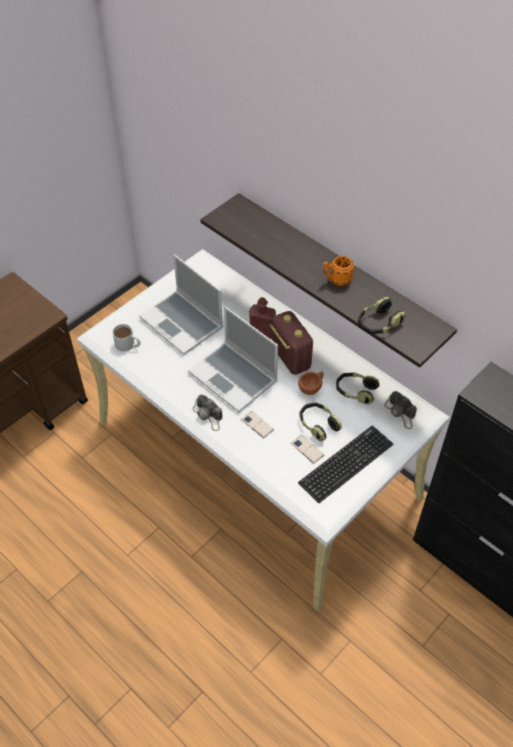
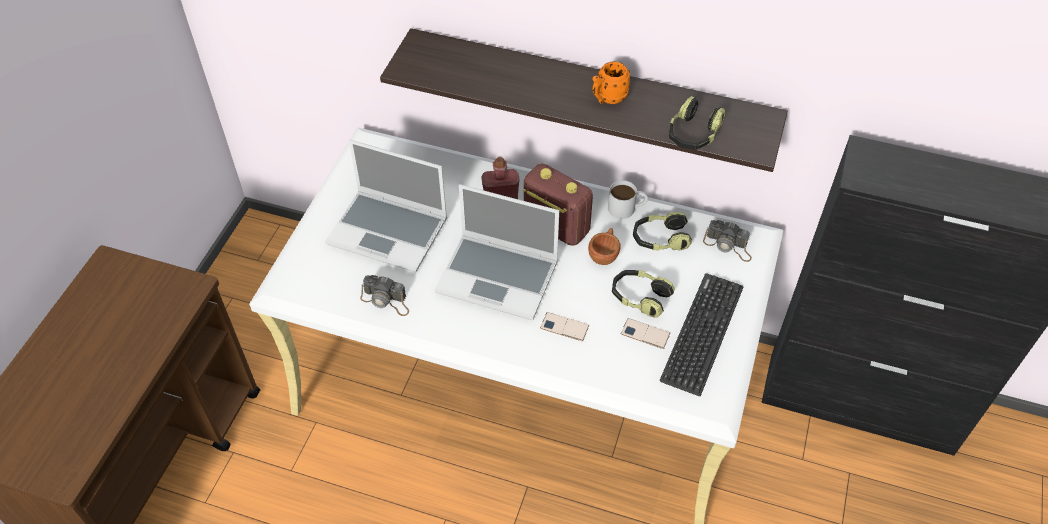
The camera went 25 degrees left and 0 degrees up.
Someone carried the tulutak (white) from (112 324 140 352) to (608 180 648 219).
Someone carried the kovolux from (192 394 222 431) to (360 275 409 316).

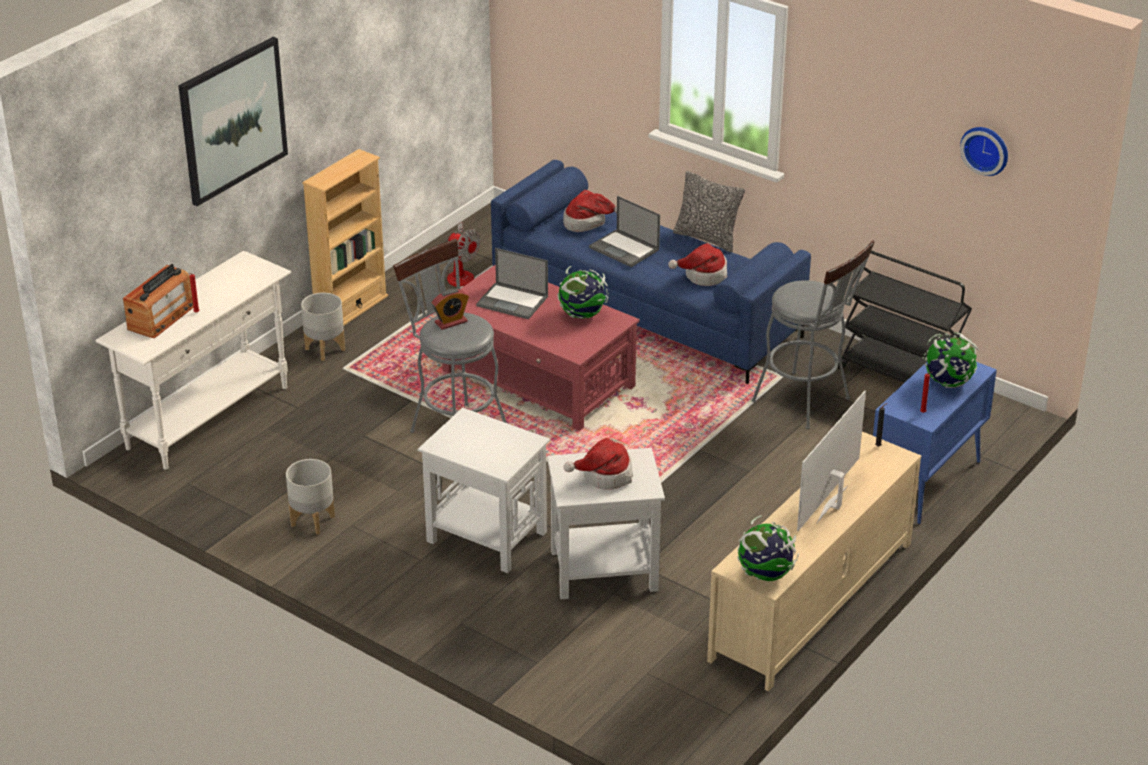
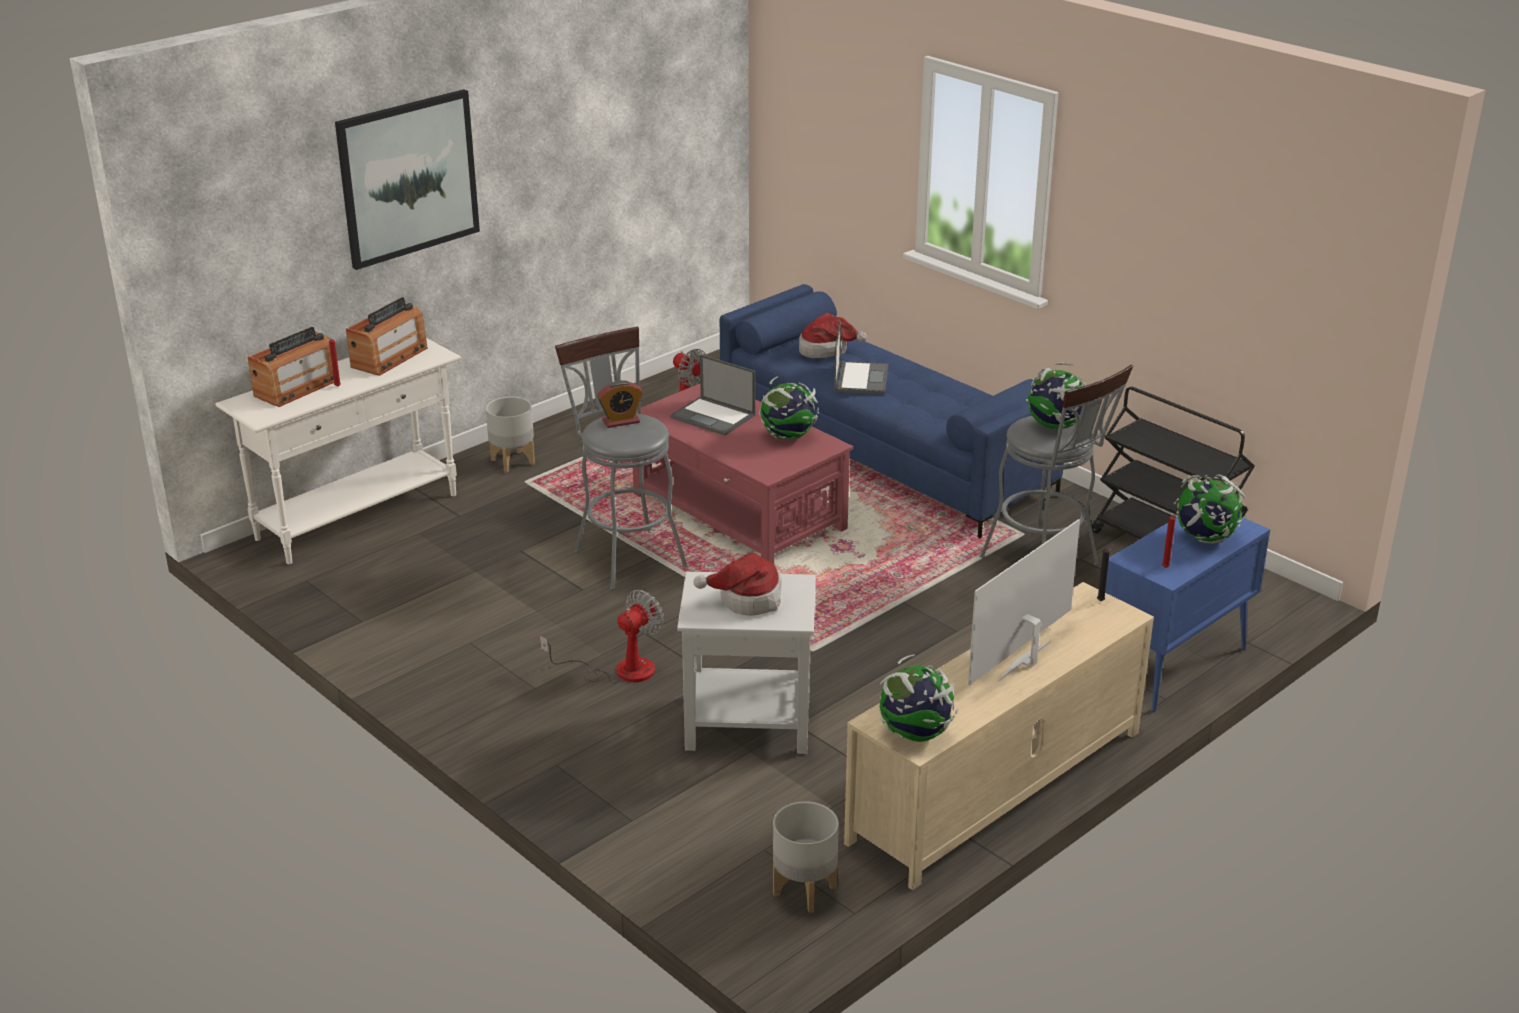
The camera went 10 degrees right and 5 degrees down.
Someone took away the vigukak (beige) at (302 149 388 326).
Someone took away the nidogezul at (668 243 727 286).
Someone took away the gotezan at (673 171 745 252).
Someone took away the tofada at (960 127 1008 176).
Someone put down the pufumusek at (346 297 428 376).
Someone put down the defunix at (1026 363 1086 429).
Someone carried the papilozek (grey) from (286 459 335 535) to (773 801 839 913).
Someone swapped the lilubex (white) at (417 408 550 573) for the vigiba at (540 590 664 684).
Someone rotated the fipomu at (589 196 660 267) by 135 degrees counterclockwise.

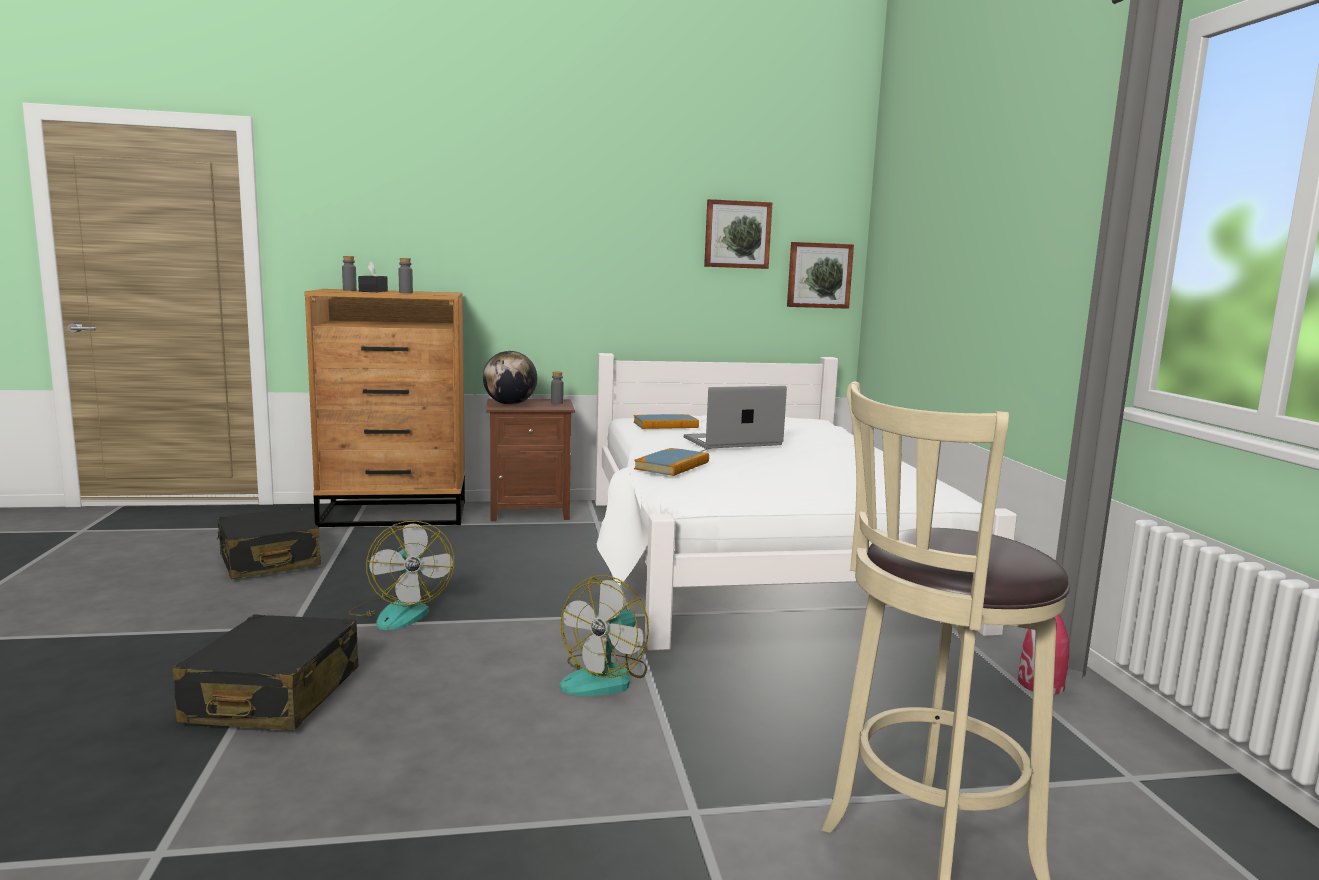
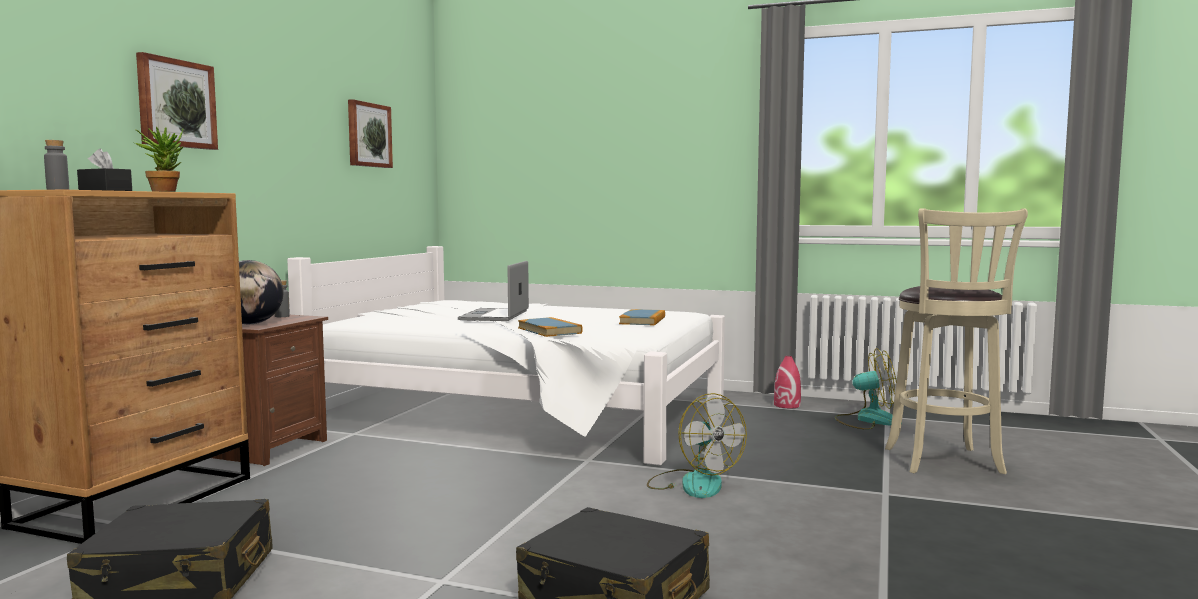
The camera went 60 degrees left and 5 degrees down.
Someone carried the vigiba from (348 521 454 630) to (835 348 897 430).
Someone carried the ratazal from (634 414 699 429) to (619 309 665 326).
Someone carried the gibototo from (787 242 854 309) to (136 52 218 150).
Someone swapped the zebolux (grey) at (399 258 413 294) for the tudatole at (134 126 184 192).

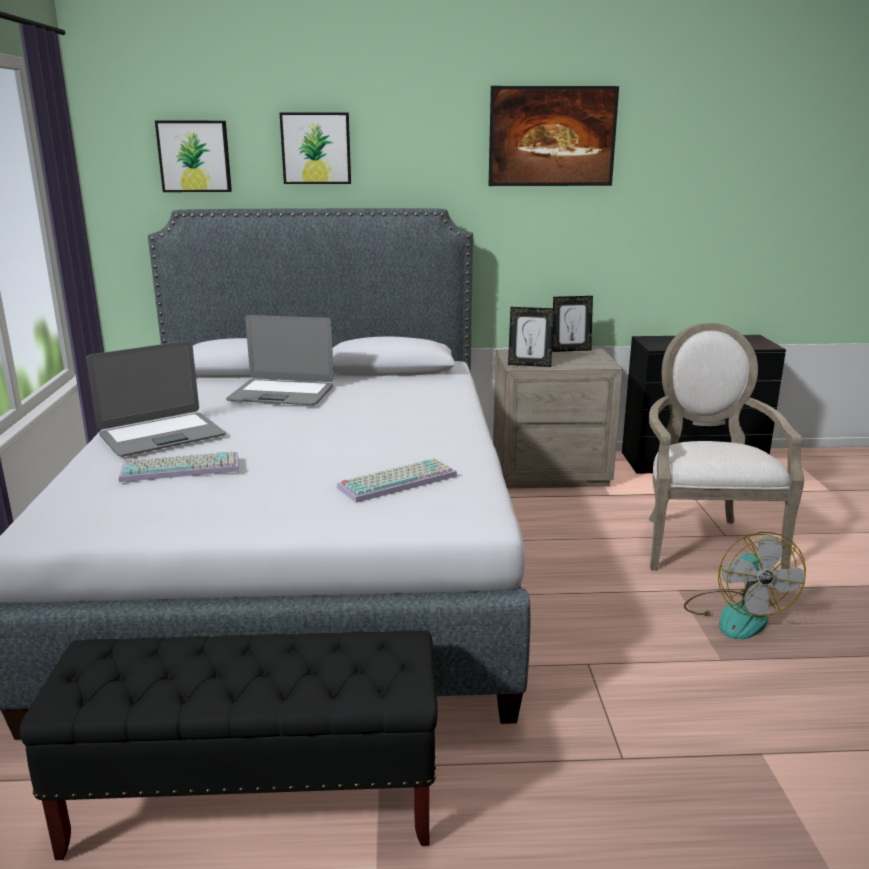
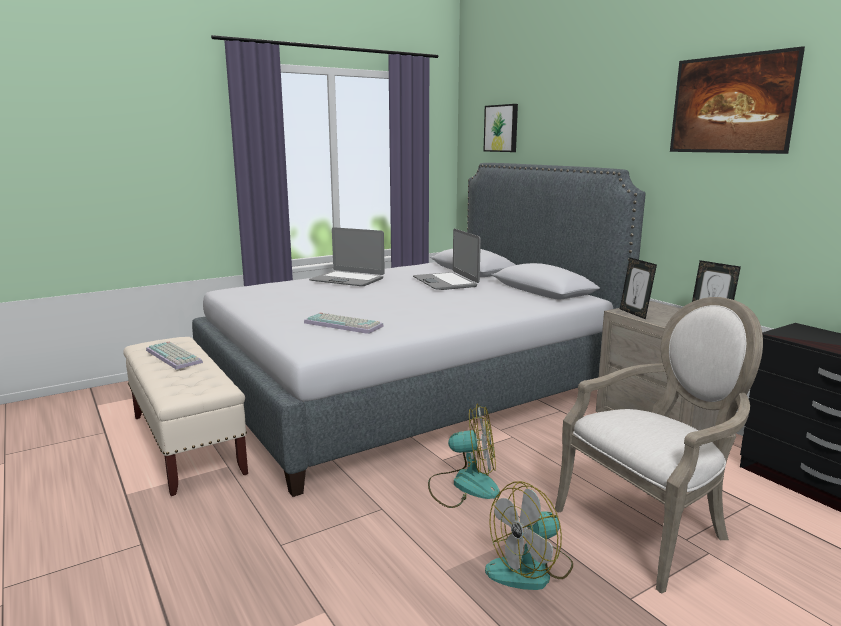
The camera went 60 degrees right and 5 degrees down.
Someone took away the gibototo at (280 113 351 184).
Someone put down the vigiba at (428 404 500 508).
Someone carried the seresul from (119 451 239 482) to (146 341 203 370).
Someone repainted the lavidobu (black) at (20 630 438 860), which became the lavidobu (beige) at (123 337 248 496).

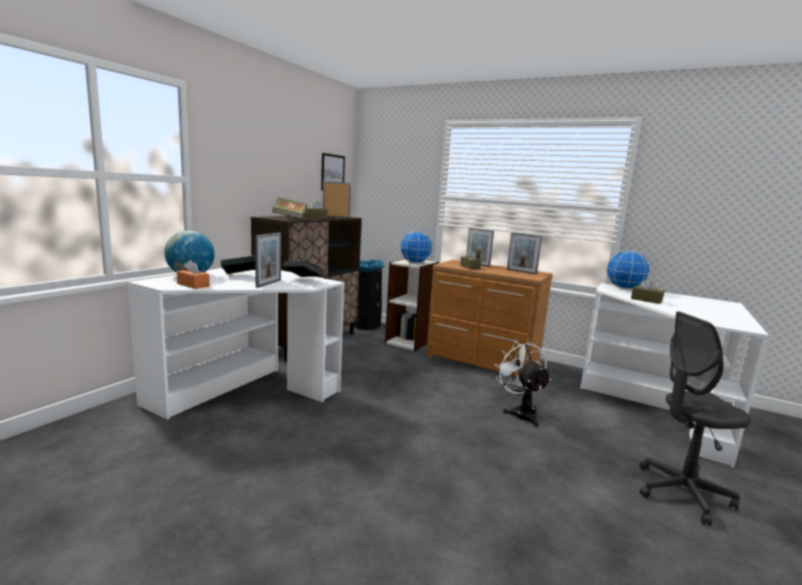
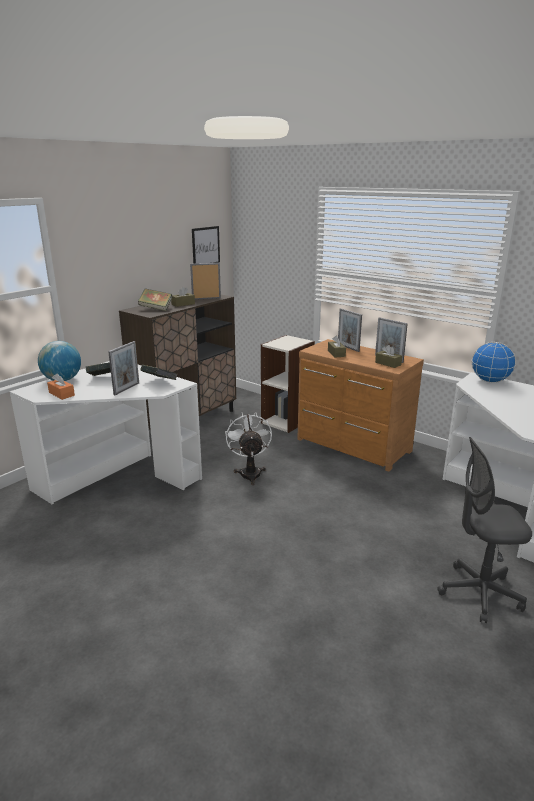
The camera went 10 degrees right and 10 degrees up.
Someone took away the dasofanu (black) at (354 260 385 330).
Someone took away the defunix at (400 231 432 263).
Someone carried the vigiba (white) from (494 341 551 427) to (225 412 272 485).
Someone carried the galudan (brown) from (631 278 664 304) to (375 345 402 368).

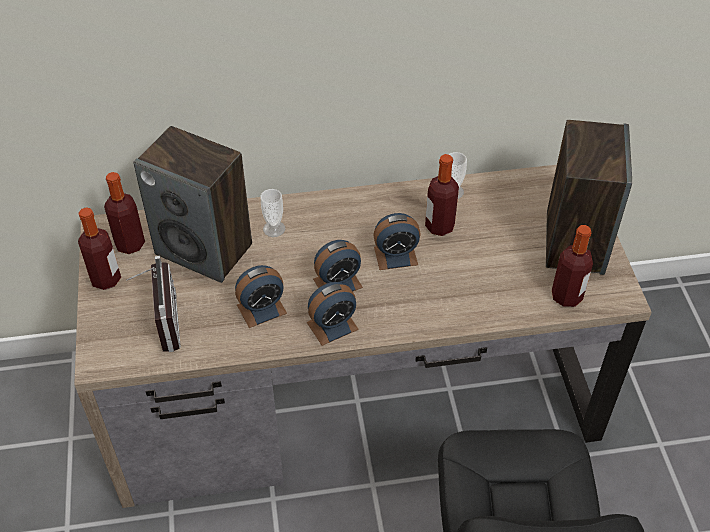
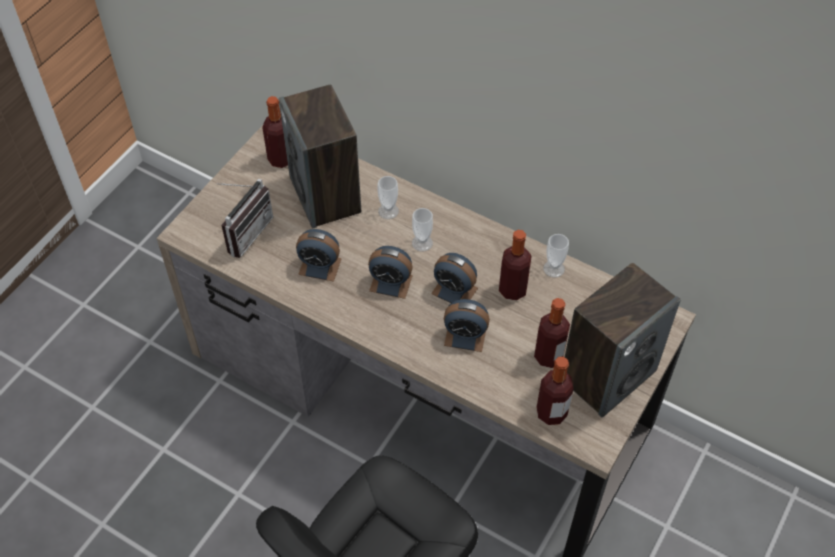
The camera went 40 degrees right and 5 degrees up.
Someone put down the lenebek at (412 208 433 251).
Someone carried the zebolux from (78 207 121 290) to (534 298 570 368).
Someone carried the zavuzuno from (307 282 359 346) to (444 299 490 352).

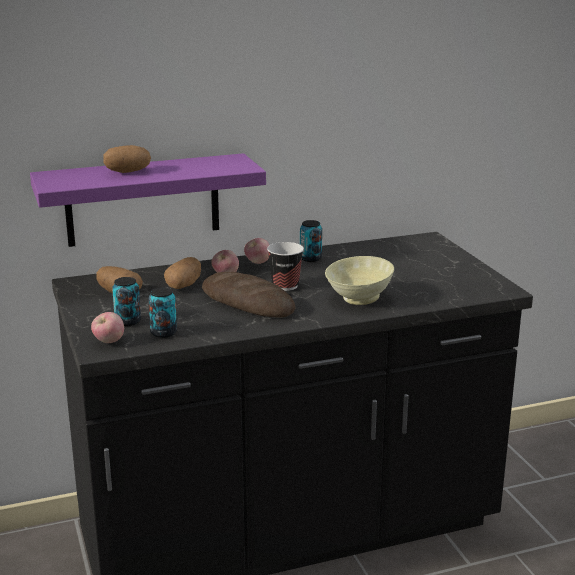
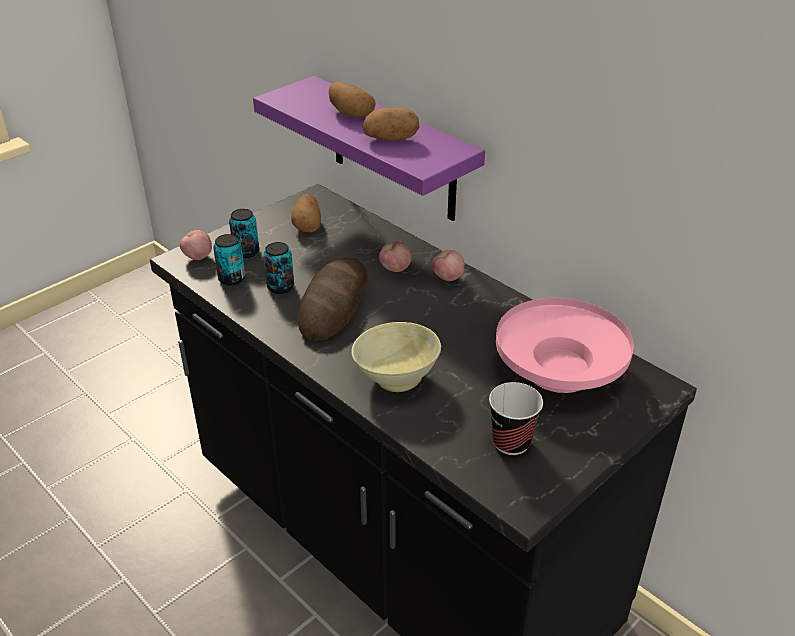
The camera went 65 degrees right and 15 degrees up.
Someone put down the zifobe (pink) at (496 298 634 393).
Someone carried the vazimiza from (164 257 201 289) to (362 108 419 141).
Someone carried the lenebek from (267 242 304 291) to (489 382 543 455).
Someone carried the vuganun from (300 220 322 262) to (263 242 294 294).

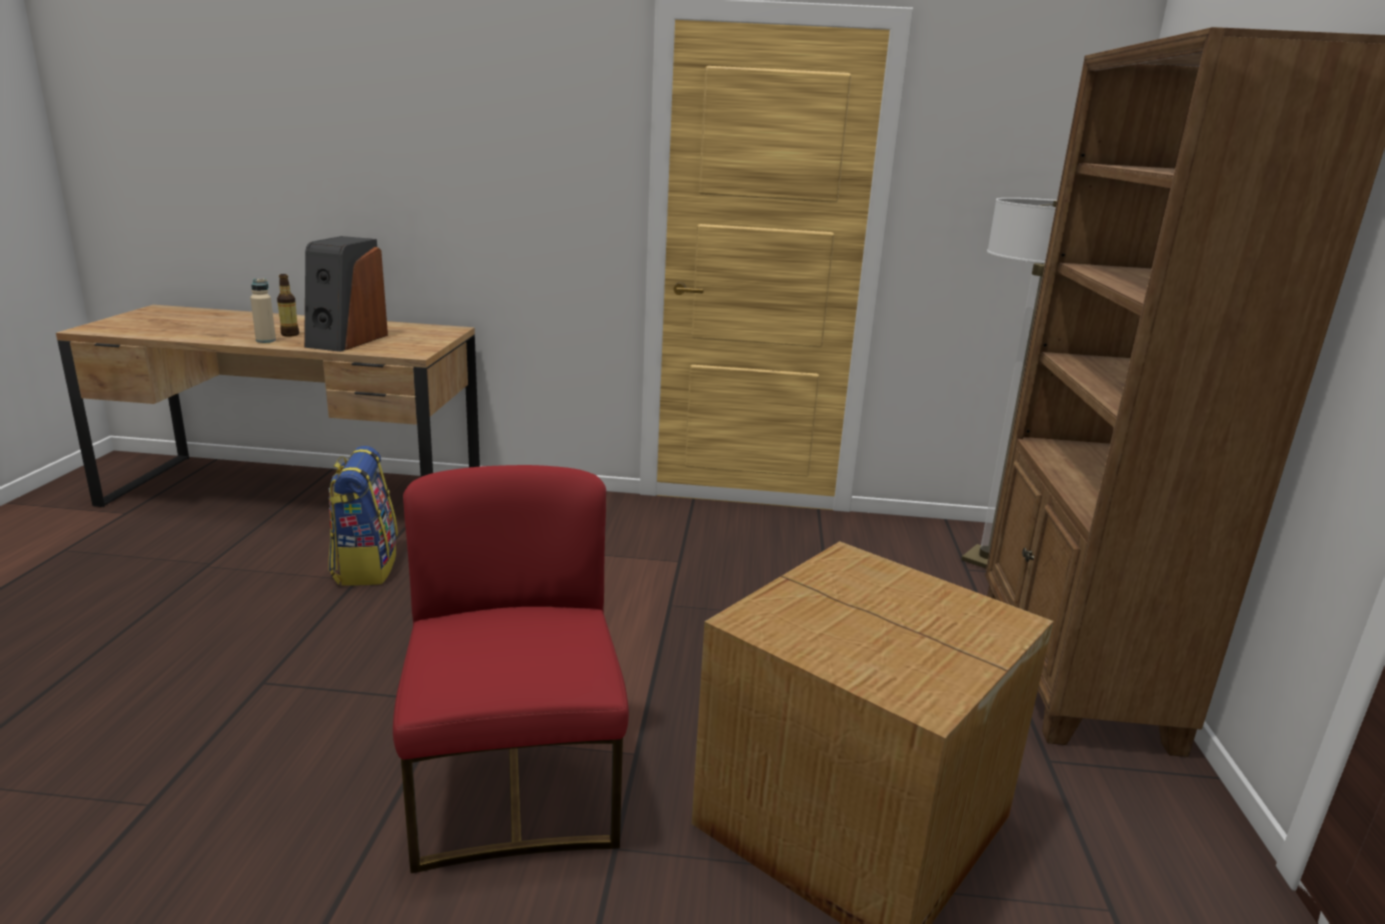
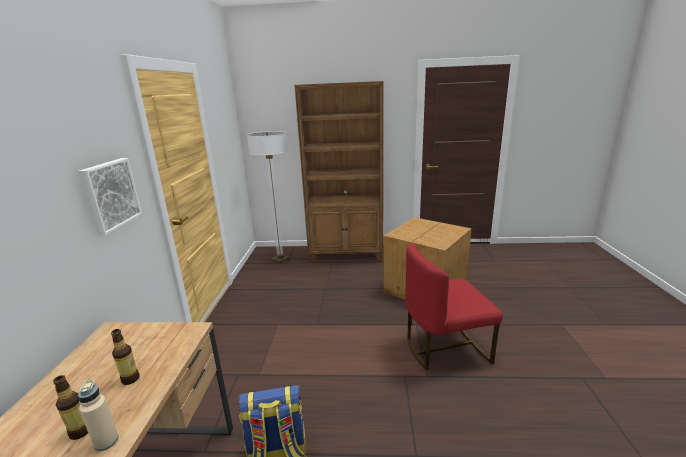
The camera went 90 degrees left and 0 degrees up.
Someone put up the gibototo at (78 158 142 235).
Someone swapped the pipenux at (304 236 388 352) for the zebolux at (111 329 140 385).

